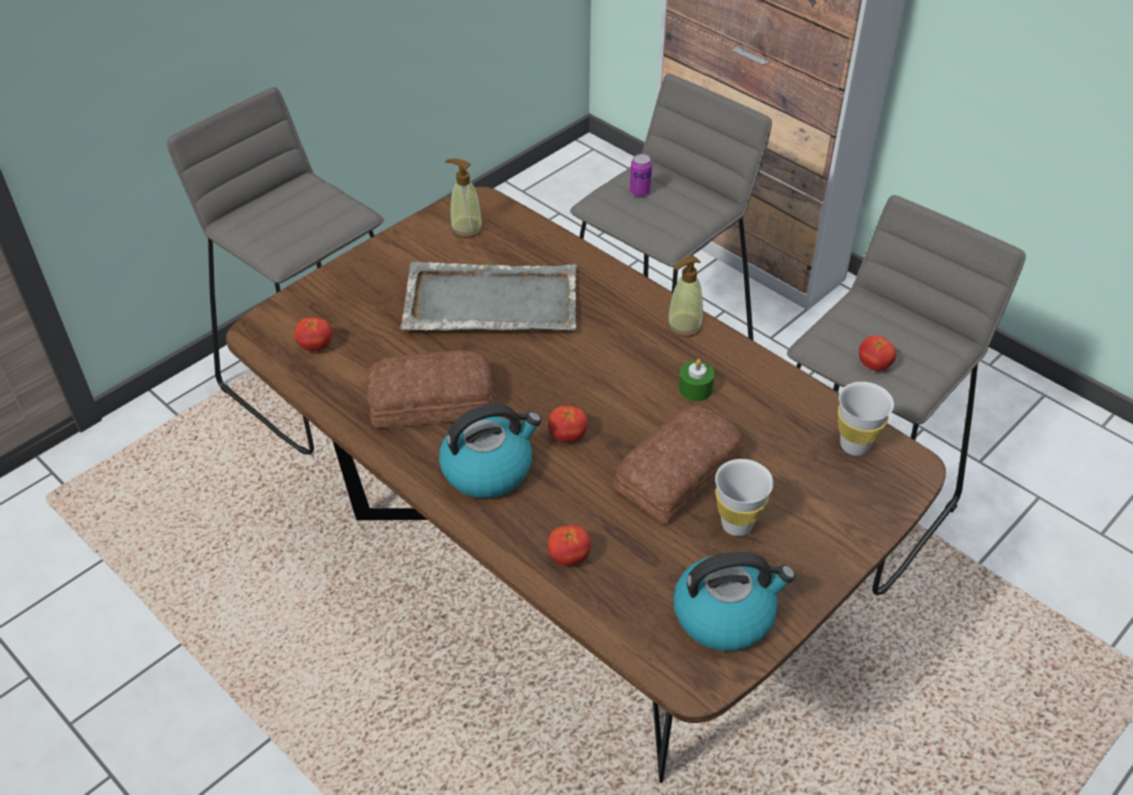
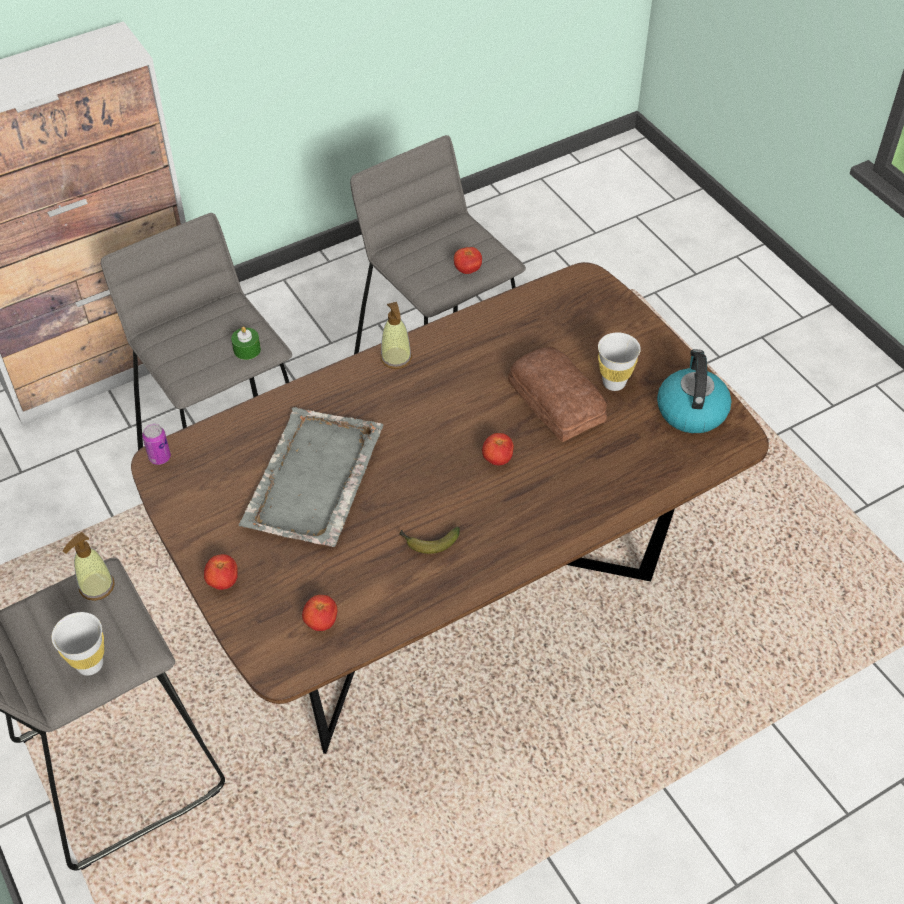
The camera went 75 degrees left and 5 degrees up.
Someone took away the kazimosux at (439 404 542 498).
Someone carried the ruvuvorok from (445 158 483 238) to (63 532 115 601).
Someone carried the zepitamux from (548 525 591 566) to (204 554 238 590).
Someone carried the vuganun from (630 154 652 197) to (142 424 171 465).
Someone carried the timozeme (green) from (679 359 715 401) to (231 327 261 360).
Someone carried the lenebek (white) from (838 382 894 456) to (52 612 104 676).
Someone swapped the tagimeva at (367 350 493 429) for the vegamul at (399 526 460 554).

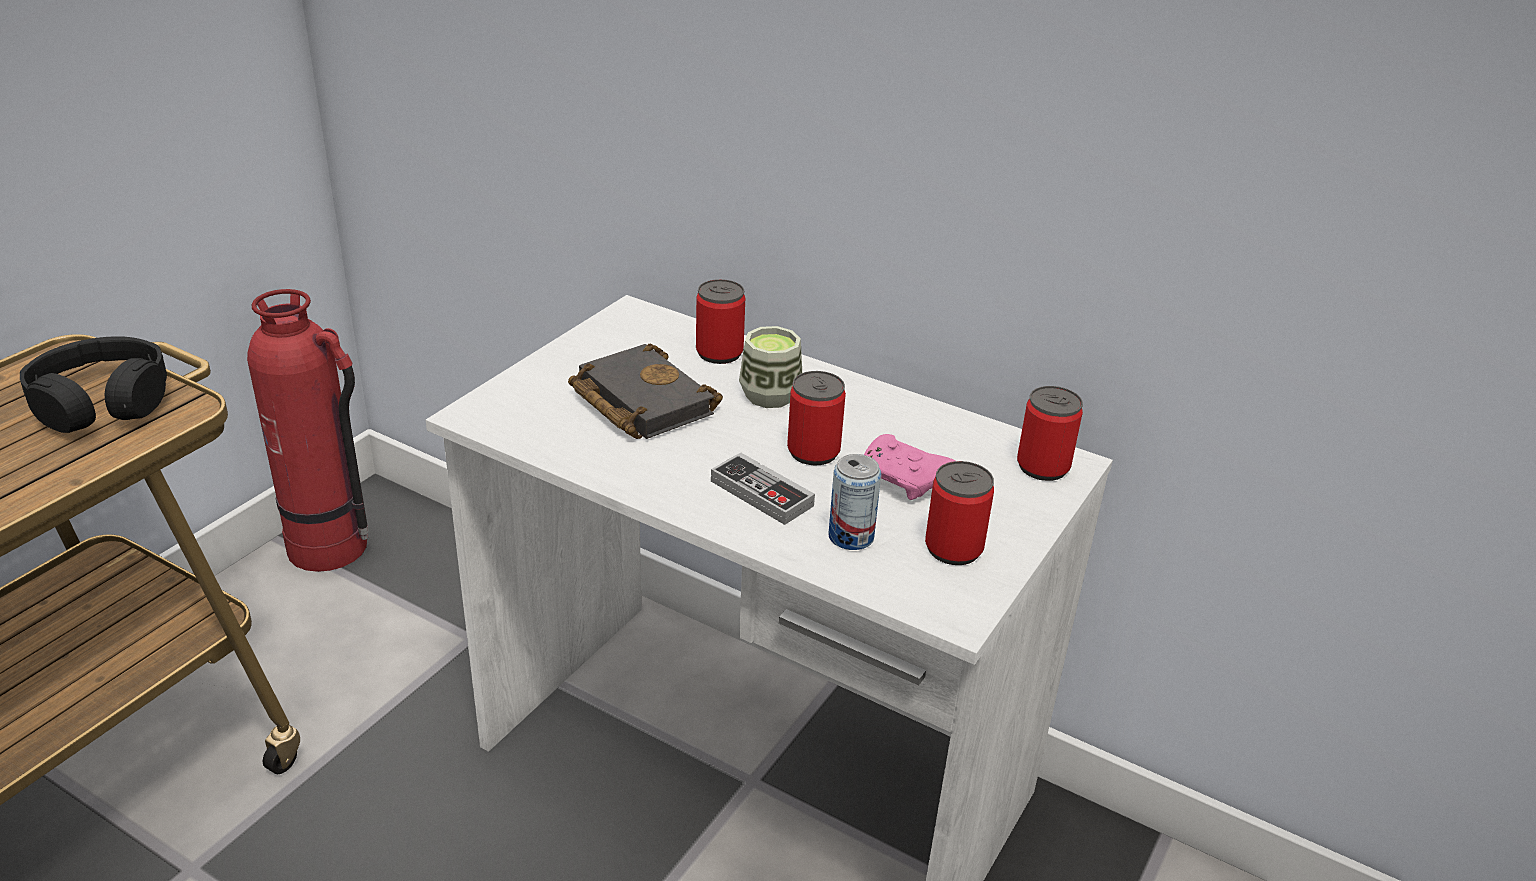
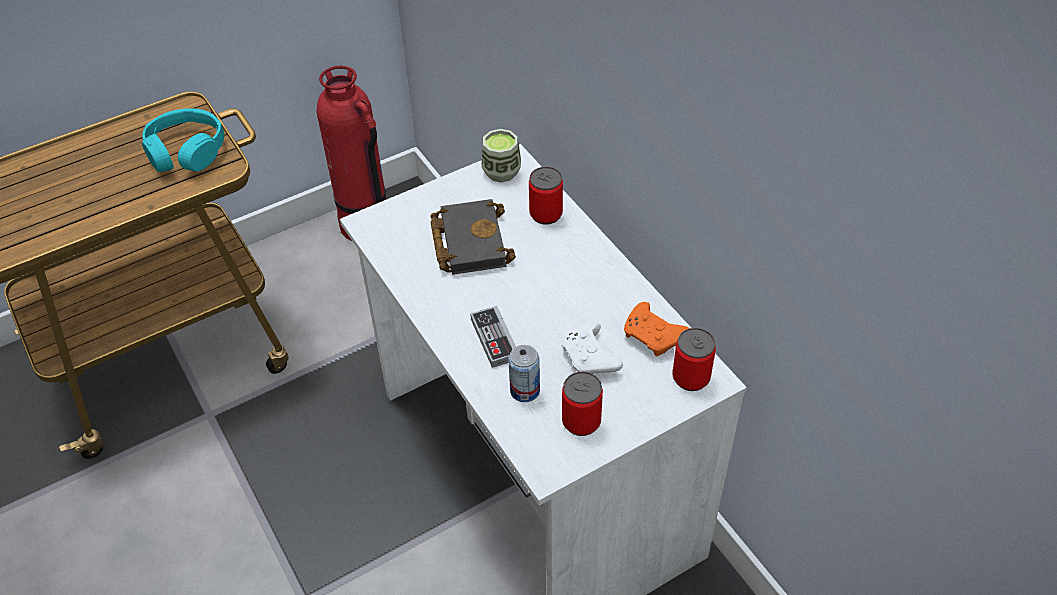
The camera went 30 degrees right and 15 degrees up.
Someone took away the vuganun at (787 371 846 465).
Someone put down the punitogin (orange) at (624 302 689 356).
Someone carried the lenebek from (739 326 802 408) to (481 129 521 183).
Someone repainted the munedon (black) at (20 336 167 433), which became the munedon (turquoise) at (142 108 225 172).
Someone repainted the punitogin (pink) at (864 434 955 500), which became the punitogin (white) at (561 321 623 374).

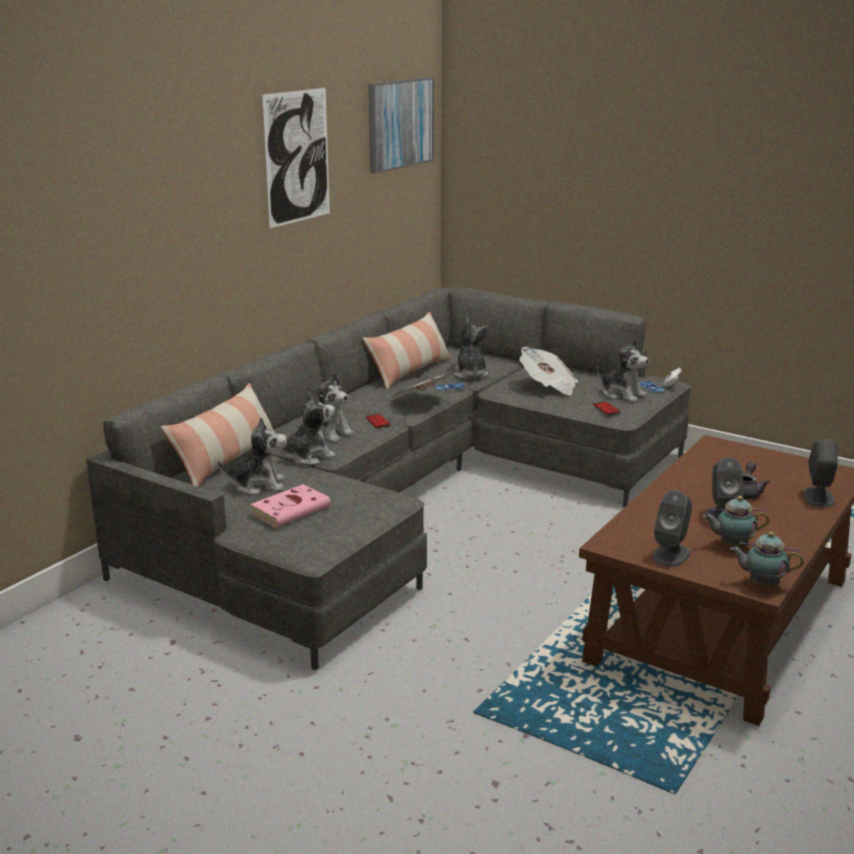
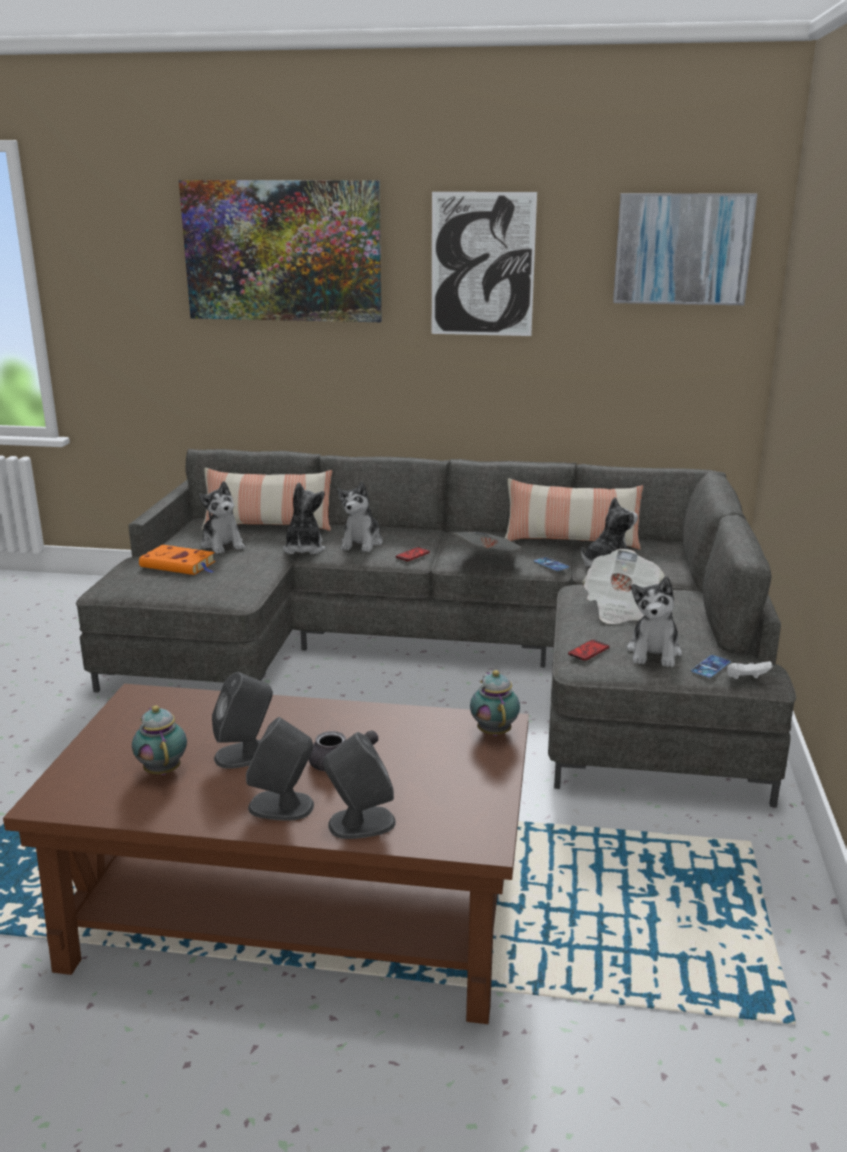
The camera went 65 degrees right and 0 degrees up.
Someone put up the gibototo at (179 180 382 322).
Someone carried the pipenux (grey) from (652 490 692 567) to (246 717 314 821).
Someone carried the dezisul from (730 532 804 587) to (470 670 520 736).
Someone repainted the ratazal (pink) at (250 484 331 528), which became the ratazal (orange) at (139 545 215 575).
Someone rotated the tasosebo at (278 391 336 465) by 120 degrees counterclockwise.

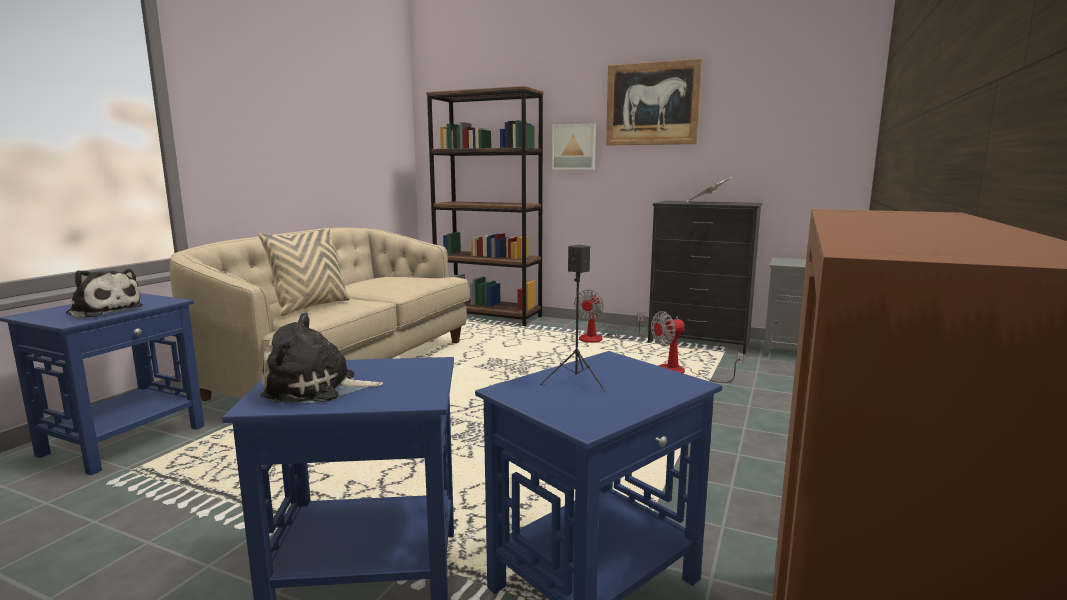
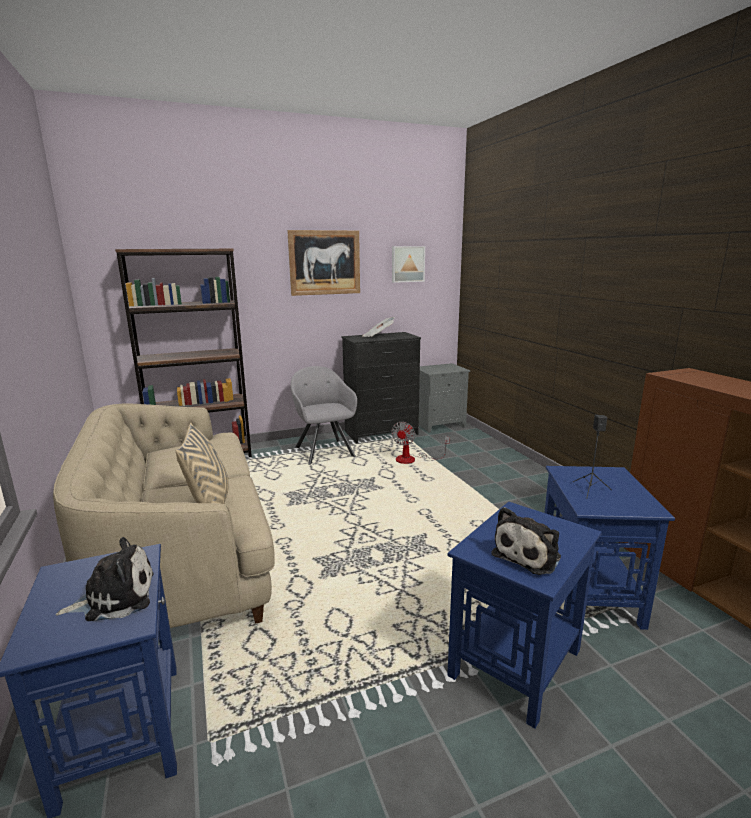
The camera went 45 degrees left and 5 degrees up.
Someone carried the gibototo from (552 124 596 169) to (392 246 425 283).
Someone swapped the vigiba at (574 290 644 343) for the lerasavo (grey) at (290 366 357 465).

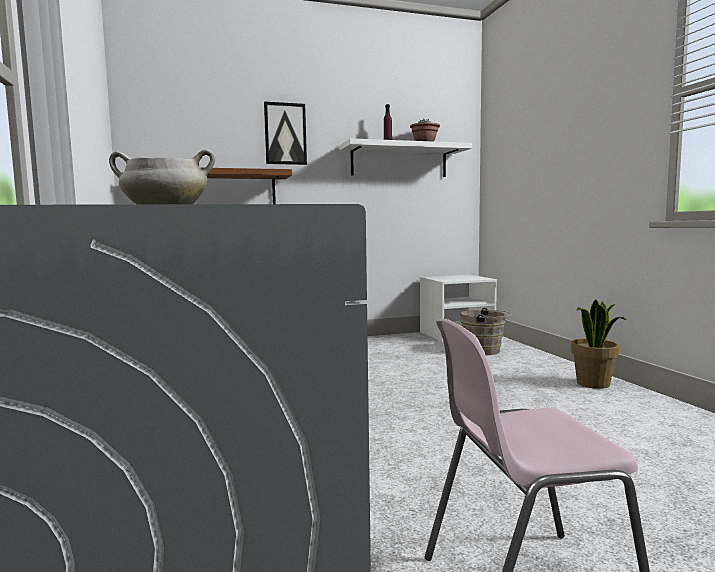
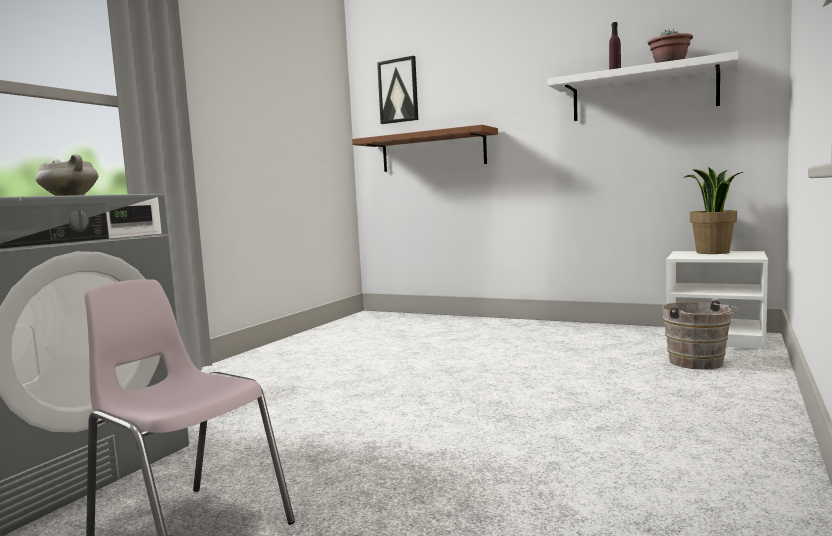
The camera went 45 degrees right and 0 degrees up.
Someone carried the gibototo from (264 102 307 165) to (377 56 418 124).
Someone carried the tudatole from (571 299 627 389) to (683 167 743 254).

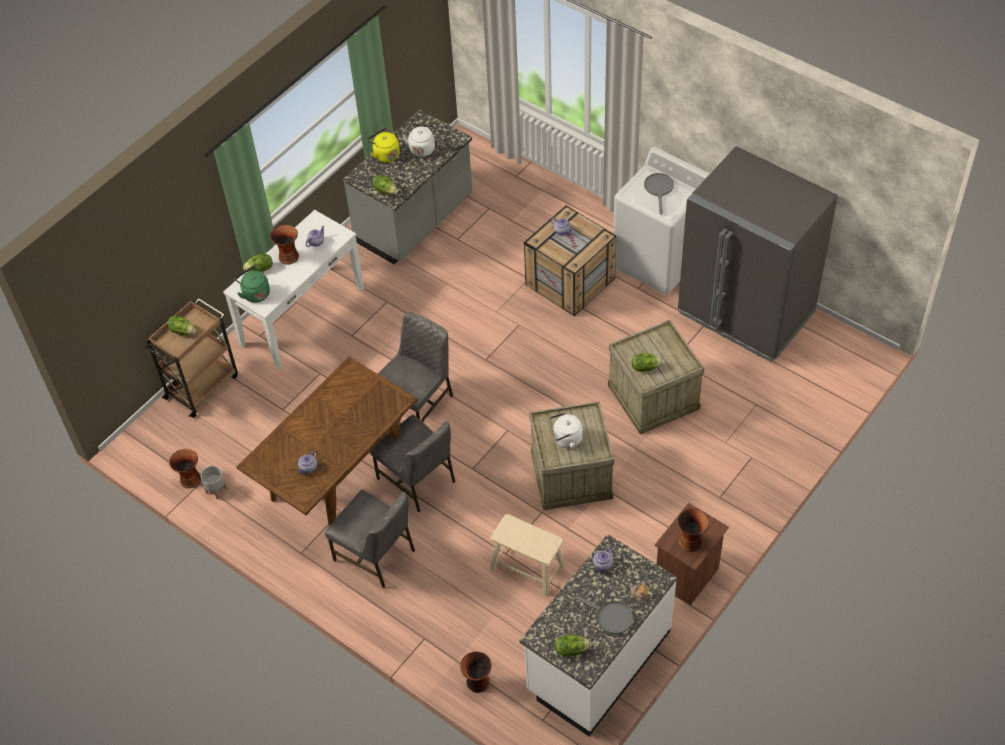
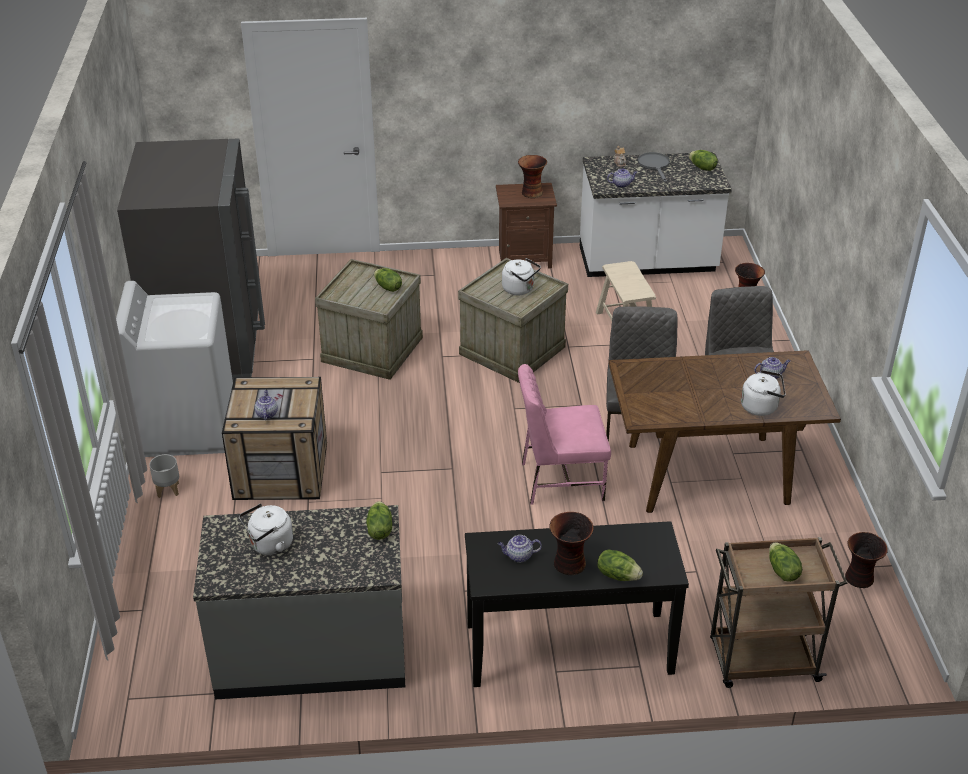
The camera went 135 degrees left and 15 degrees down.
Someone took away the kazimosux (green) at (234 265 270 303).
Someone took away the kazimosux (yellow) at (367 128 400 163).
Someone took away the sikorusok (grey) at (644 173 674 215).
Someone put down the kazimosux (white) at (741 370 786 416).
Someone carried the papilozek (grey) from (201 466 227 499) to (149 454 179 498).
Someone repainted the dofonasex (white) at (223 210 364 370), which became the dofonasex (black) at (465 521 689 687).
Someone repainted the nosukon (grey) at (378 312 453 422), which became the nosukon (pink) at (518 364 611 505).

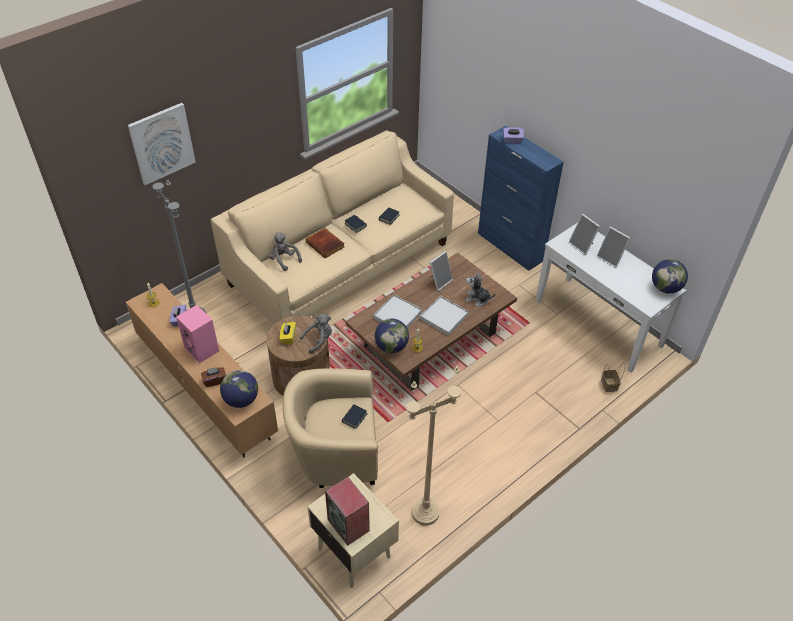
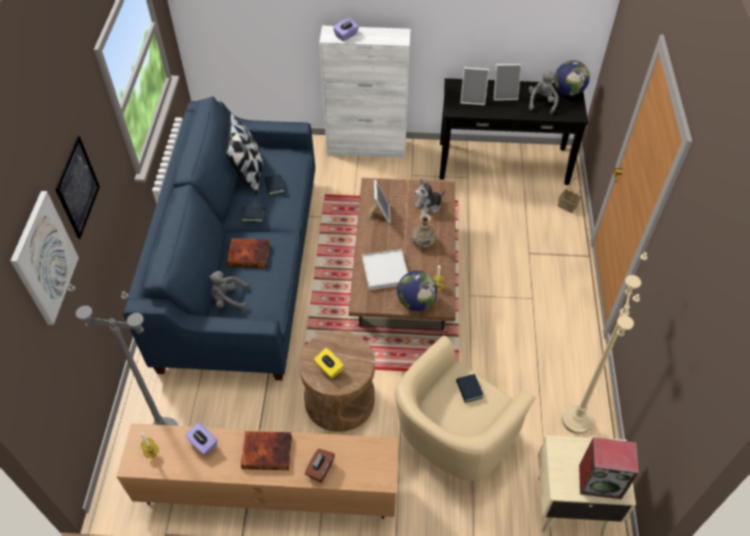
The camera went 45 degrees left and 5 degrees up.
Someone took away the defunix at (220 370 258 408).
Someone put up the gibototo at (55 136 100 239).
Someone put down the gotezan at (226 112 263 195).
Someone carried the tasosebo (grey) from (300 314 332 353) to (529 70 559 114).
Someone swapped the pipenux (pink) at (176 305 219 364) for the ratazal at (241 431 292 470).
Someone swapped the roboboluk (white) at (420 296 469 335) for the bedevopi at (411 214 436 248).
Someone repainted the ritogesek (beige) at (210 131 454 325), which became the ritogesek (blue) at (123 96 315 380).
Someone repainted the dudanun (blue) at (478 126 564 271), which became the dudanun (white) at (319 26 411 158).
Someone repainted the dofonasex (white) at (535 223 686 373), which became the dofonasex (black) at (440 78 588 185).

